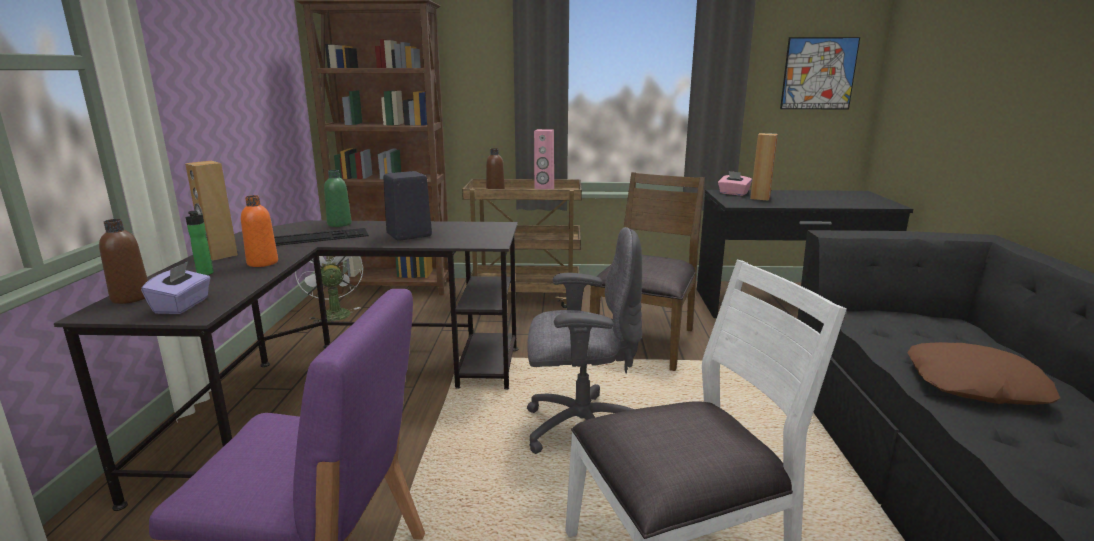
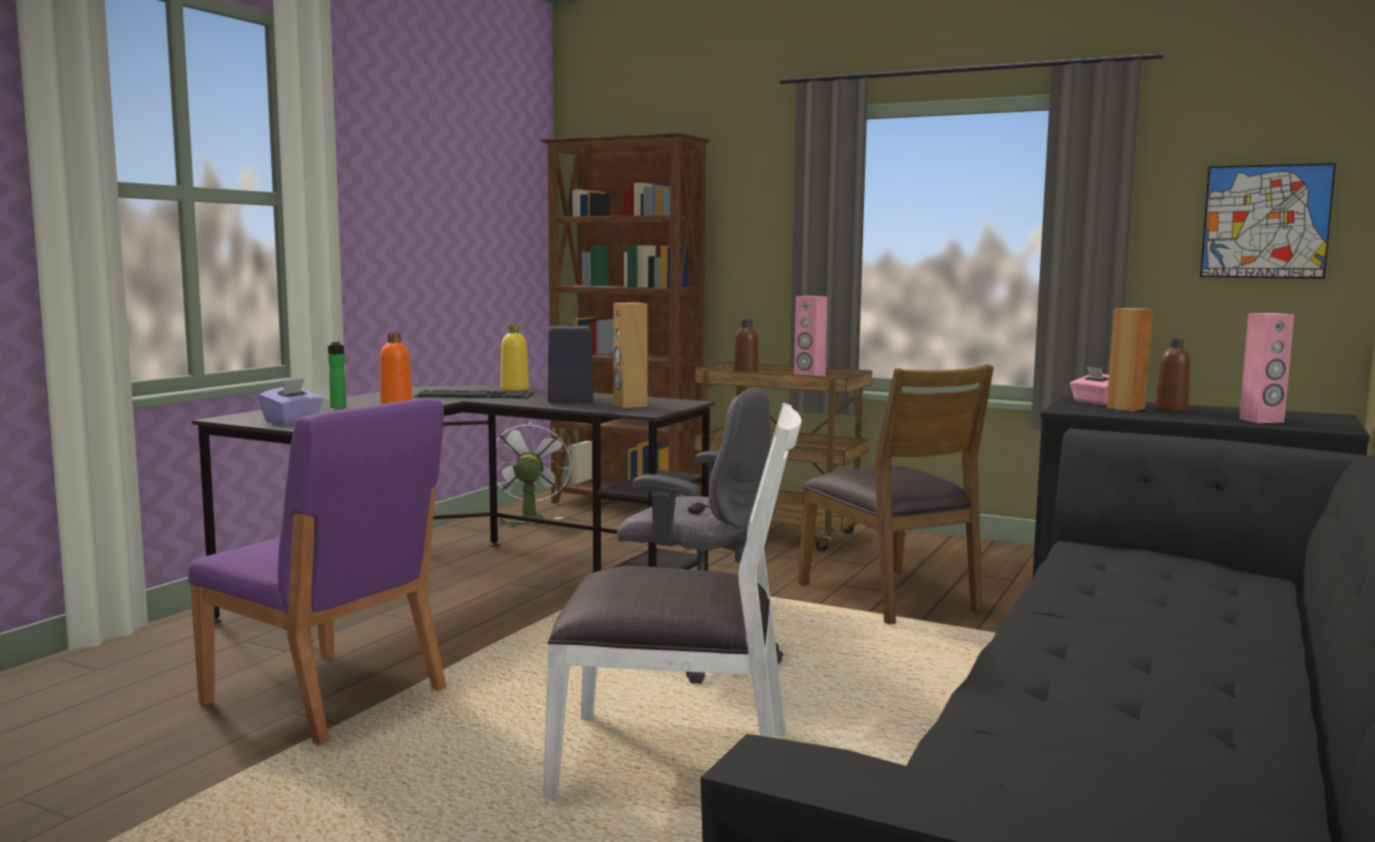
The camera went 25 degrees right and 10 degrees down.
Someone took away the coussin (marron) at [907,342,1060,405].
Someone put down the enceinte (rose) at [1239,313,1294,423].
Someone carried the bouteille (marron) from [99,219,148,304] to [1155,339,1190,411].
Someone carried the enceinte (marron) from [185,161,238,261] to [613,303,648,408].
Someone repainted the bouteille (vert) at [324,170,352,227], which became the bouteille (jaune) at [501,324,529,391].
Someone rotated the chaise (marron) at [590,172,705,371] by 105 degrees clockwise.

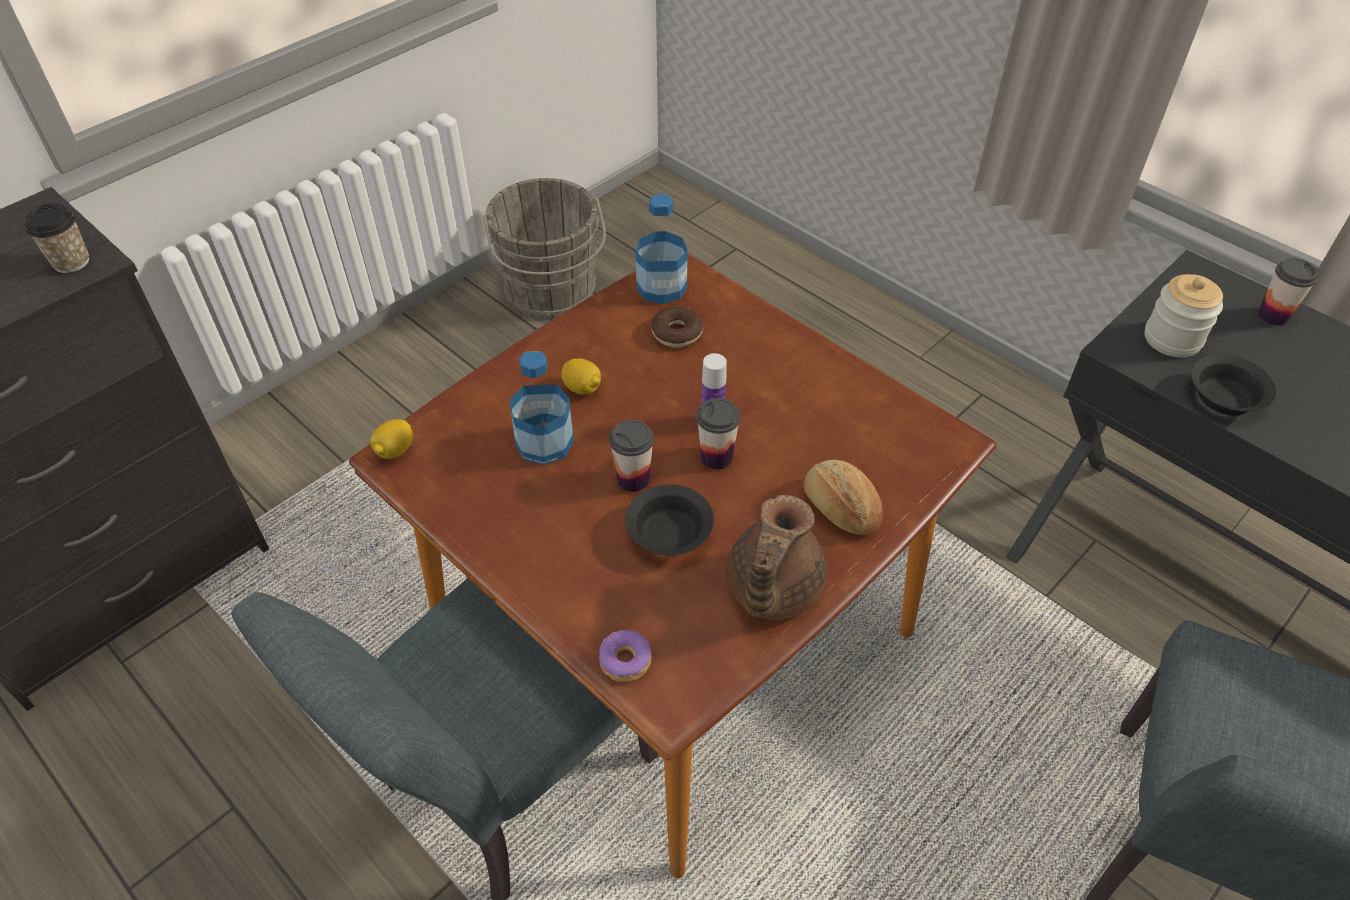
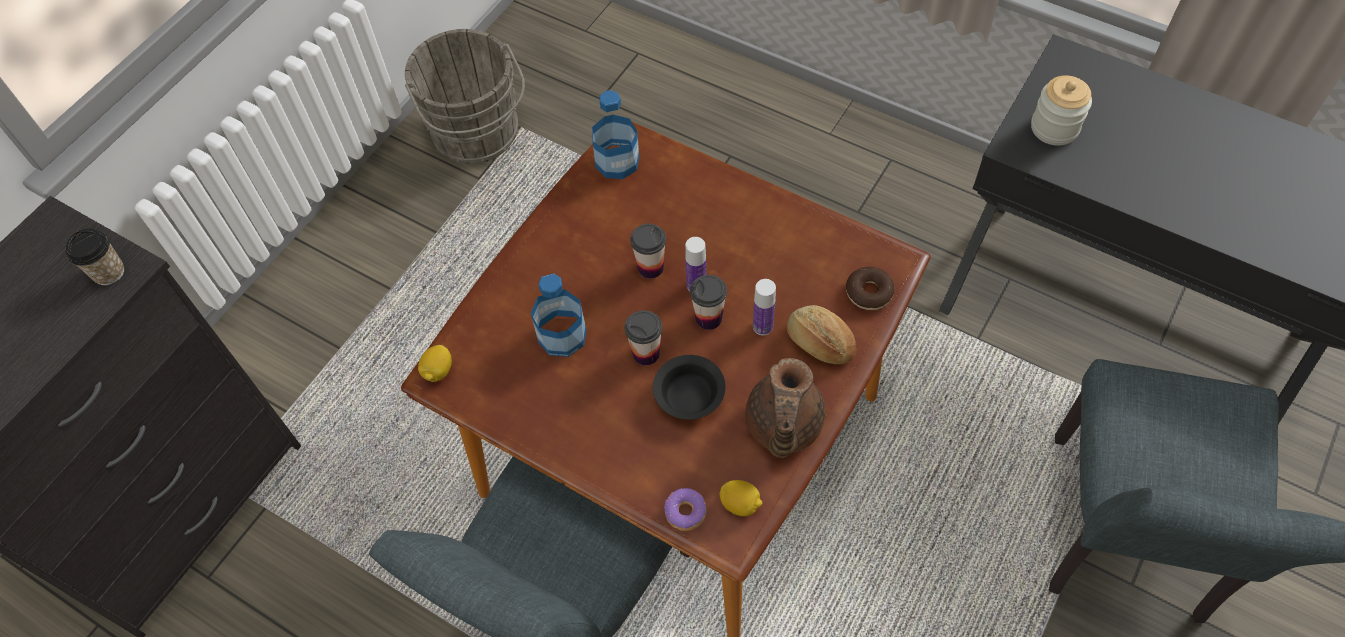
The camera went 10 degrees left and 10 degrees up.
Someone took away the bol (noir) at [1191,354,1276,415].
Someone put down the bouteille at [753,279,776,335].
Someone carried the citron from [561,358,601,395] to [719,480,763,516].
Someone carried the beignet from [651,306,703,348] to [846,267,895,310].
Someone carried the tasse from [1258,258,1319,326] to [630,224,666,279].

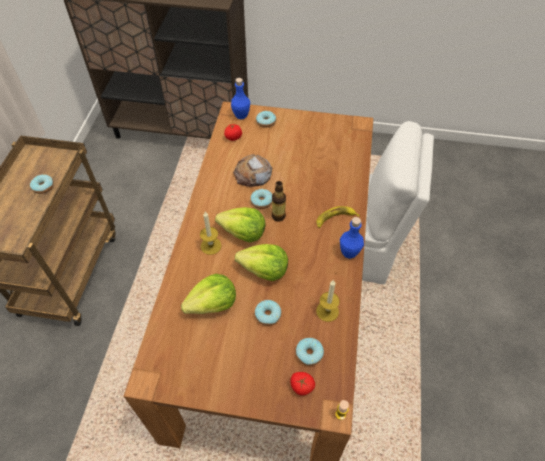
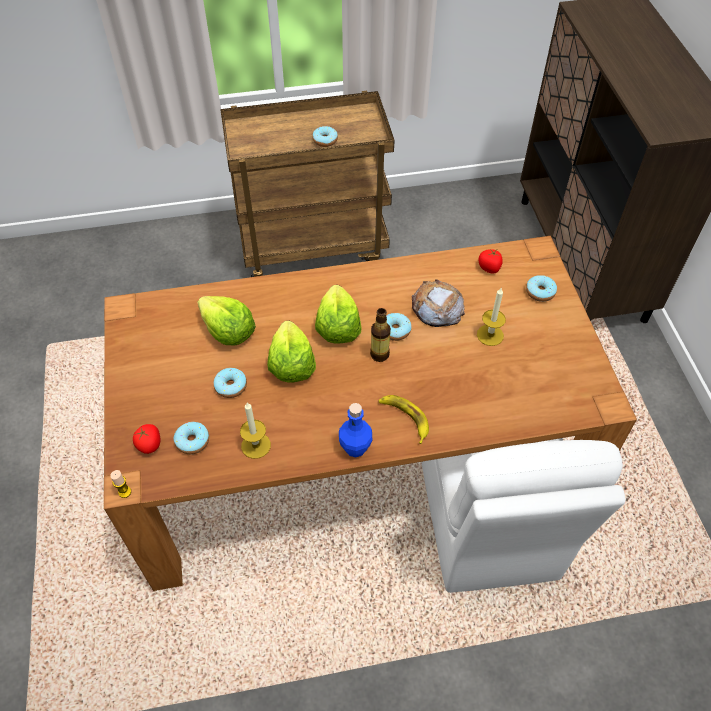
The camera went 70 degrees right and 0 degrees up.
Someone took away the bouteille (bleu) at [231,78,250,119].
Someone carried the bougie from [200,212,222,255] to [477,288,506,346].

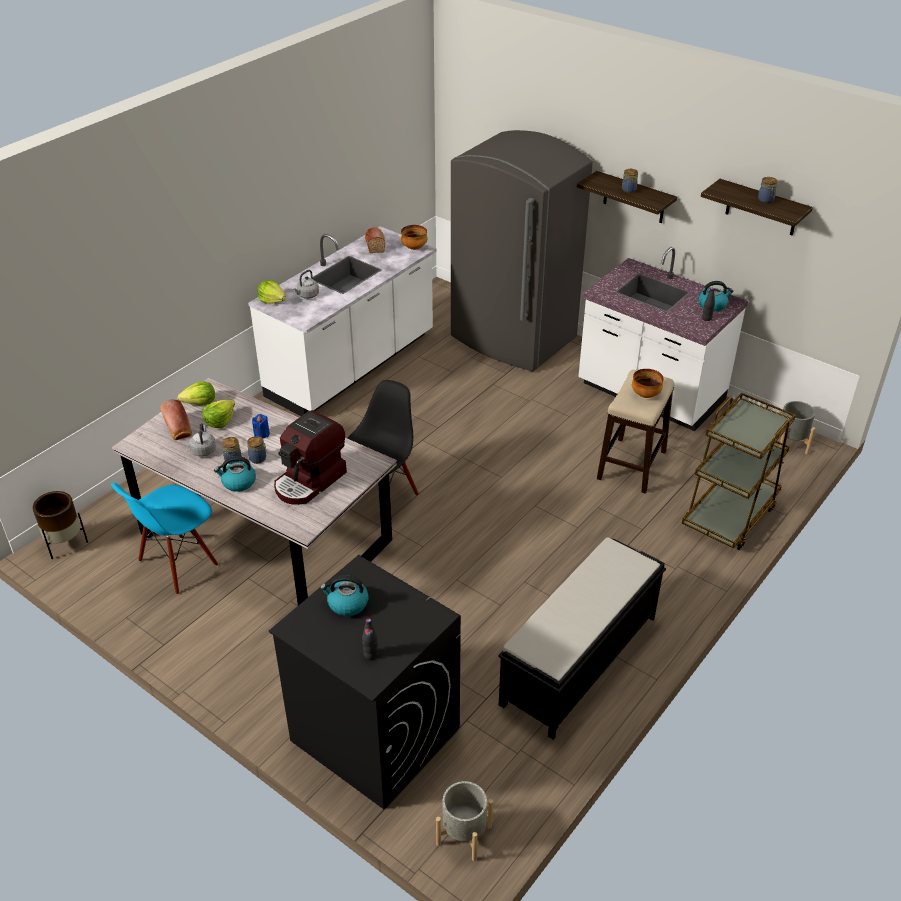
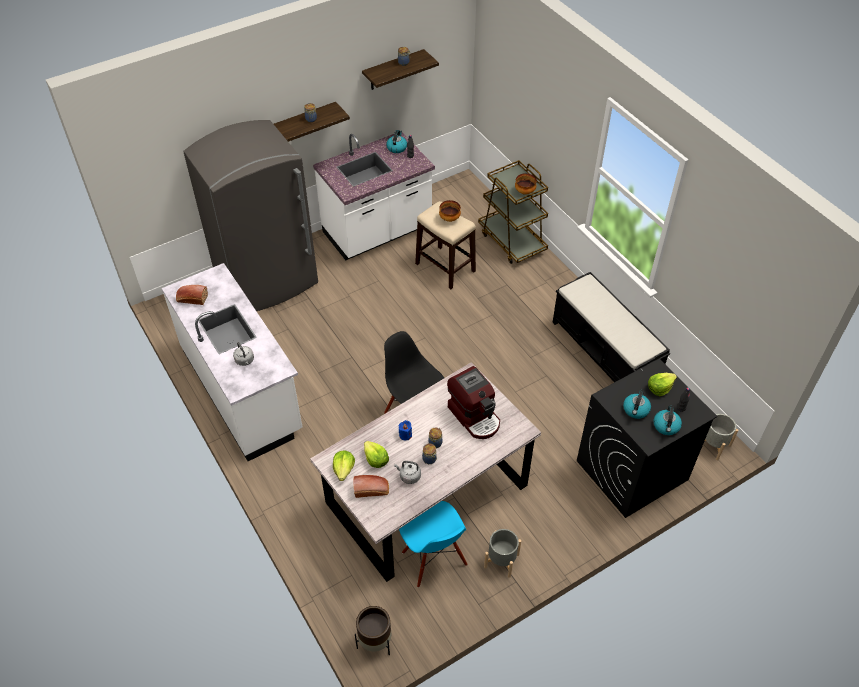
The camera went 70 degrees left and 10 degrees up.
Someone carried the bouilloire from [214,456,256,492] to [653,406,682,435].
Someone carried the laitue from [257,280,286,304] to [648,373,677,396].
Someone carried the bol from [401,225,427,250] to [515,173,537,195].
Someone carried the cache-pot (gris) from [778,401,815,454] to [484,529,521,578].

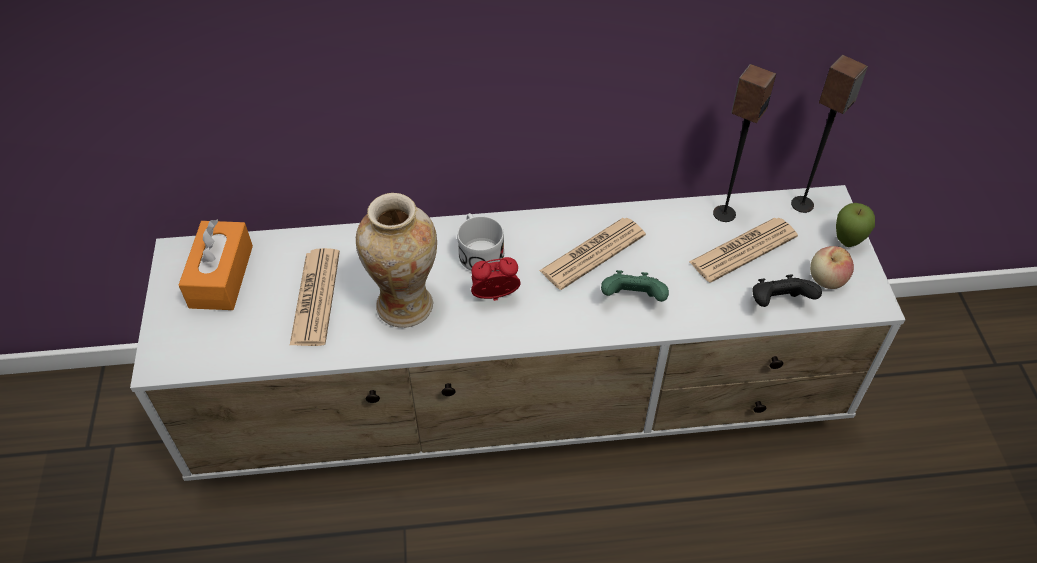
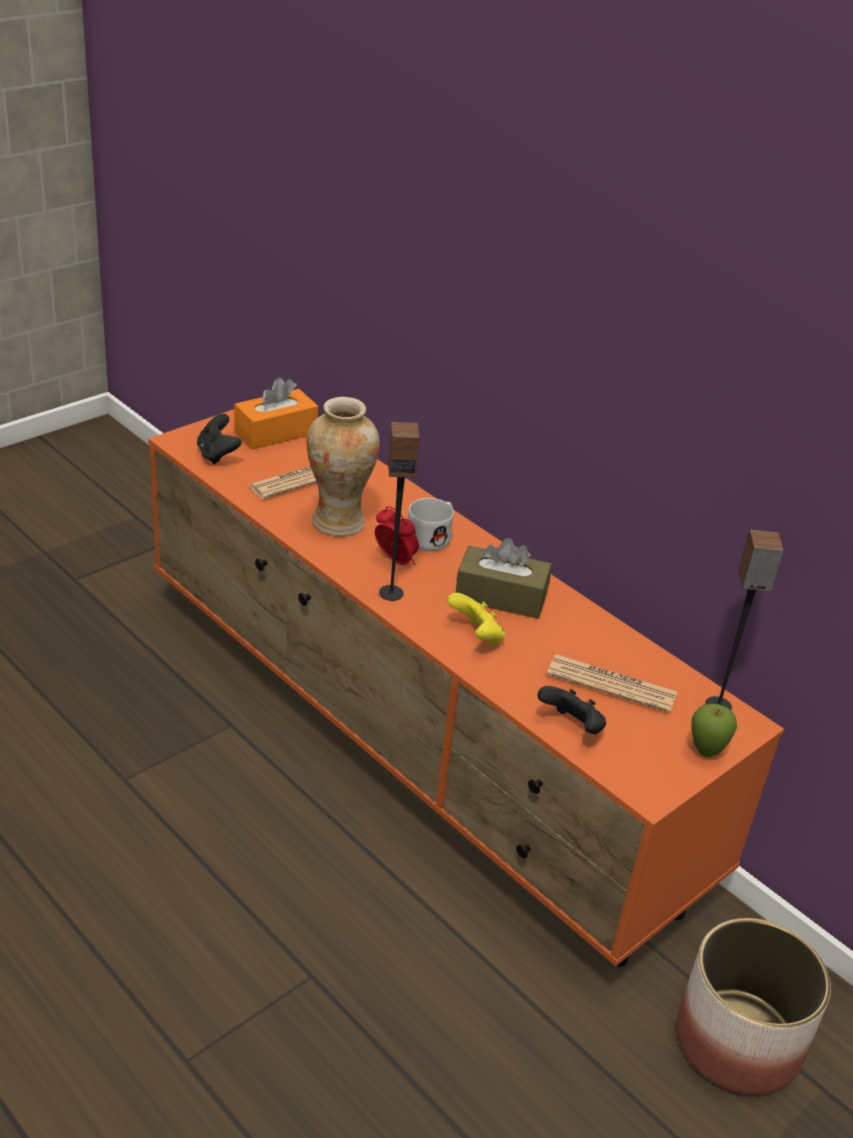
The camera went 50 degrees right and 15 degrees down.
Someone took away the pomme at [810,246,854,289].
Someone put down the manette (noir) at [197,414,241,464].
Someone put down the cache-pot at [676,918,831,1095].
Someone carried the enceinte from [713,64,776,222] to [379,422,420,601].
Someone swapped the journal at [539,218,646,290] for the boîte à mouchoirs (marron) at [456,538,552,619].
Someone repainted the meuble télé (blanc) at [130,185,905,481], which became the meuble télé (orange) at [148,409,784,967].
Someone repainted the manette (vert) at [601,270,669,302], which became the manette (jaune) at [447,593,505,646].

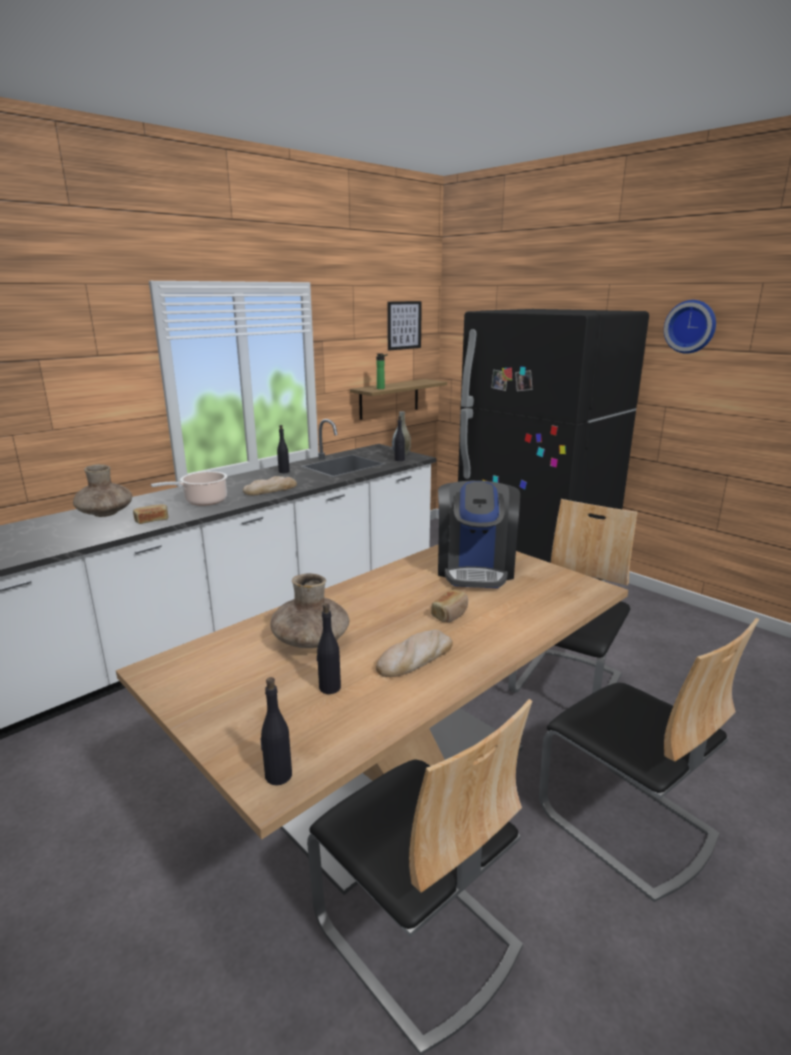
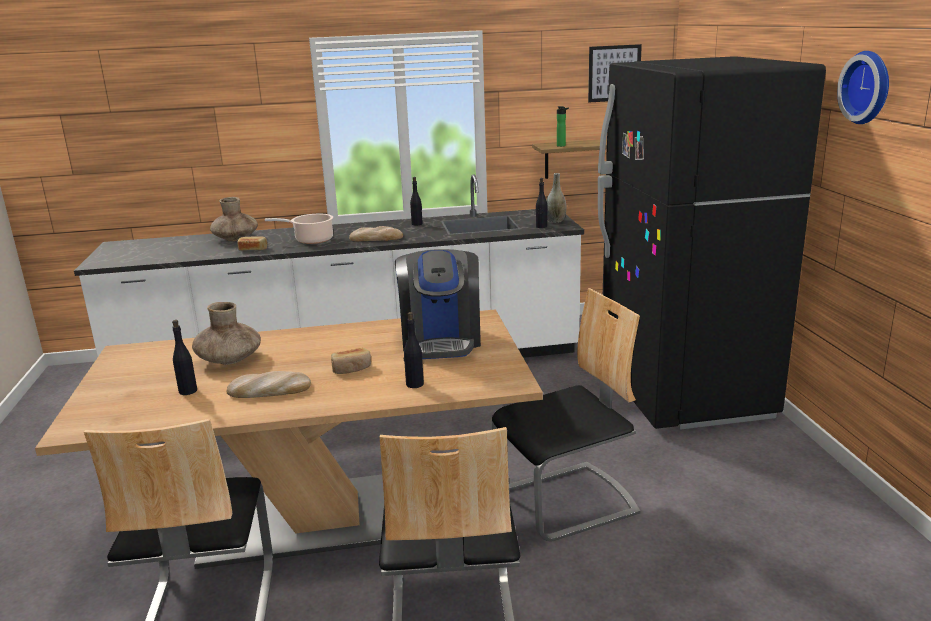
The camera went 35 degrees right and 0 degrees up.
Someone carried the bouteille (noir) from [261,677,292,785] to [404,312,424,388].
Someone rotated the machine à café at [438,481,520,588] by 45 degrees counterclockwise.

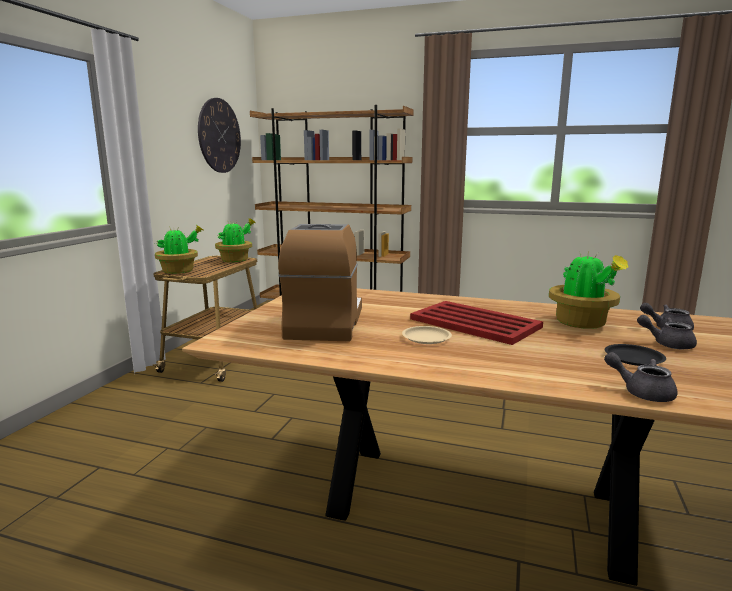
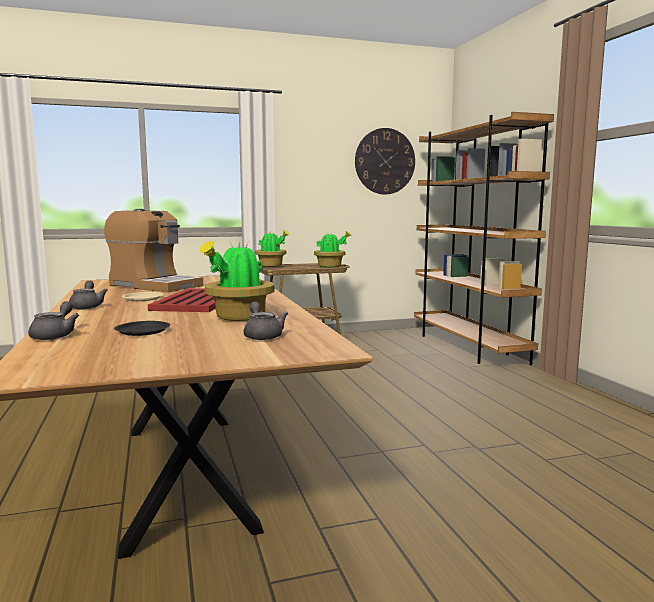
The camera went 55 degrees right and 5 degrees down.
Someone carried the théière (gris) from [637,315,697,350] to [69,281,108,309].
Someone rotated the machine à café at [278,224,362,341] by 60 degrees clockwise.

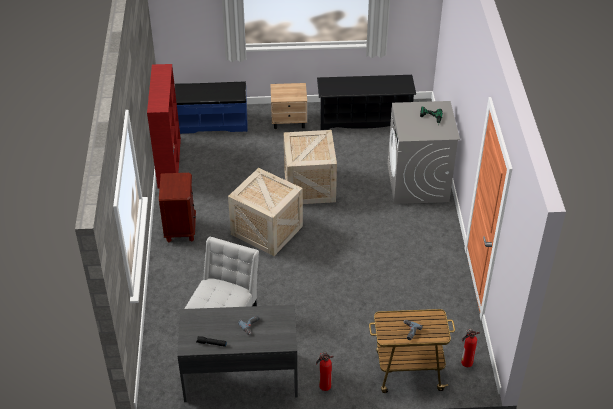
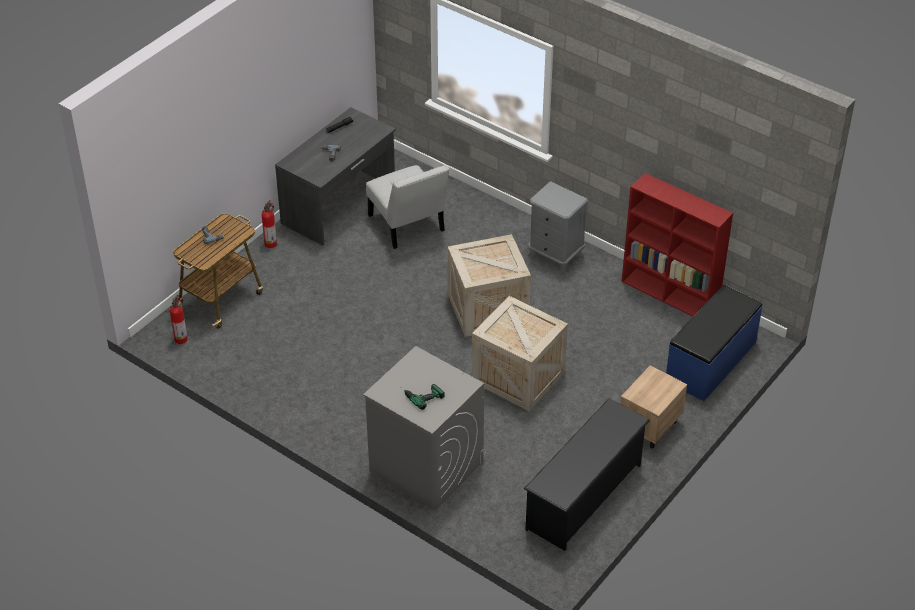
The camera went 130 degrees right and 0 degrees up.
Someone repainted the table de chevet (marron) at [159,173,196,242], which became the table de chevet (gris) at [528,181,588,271].

